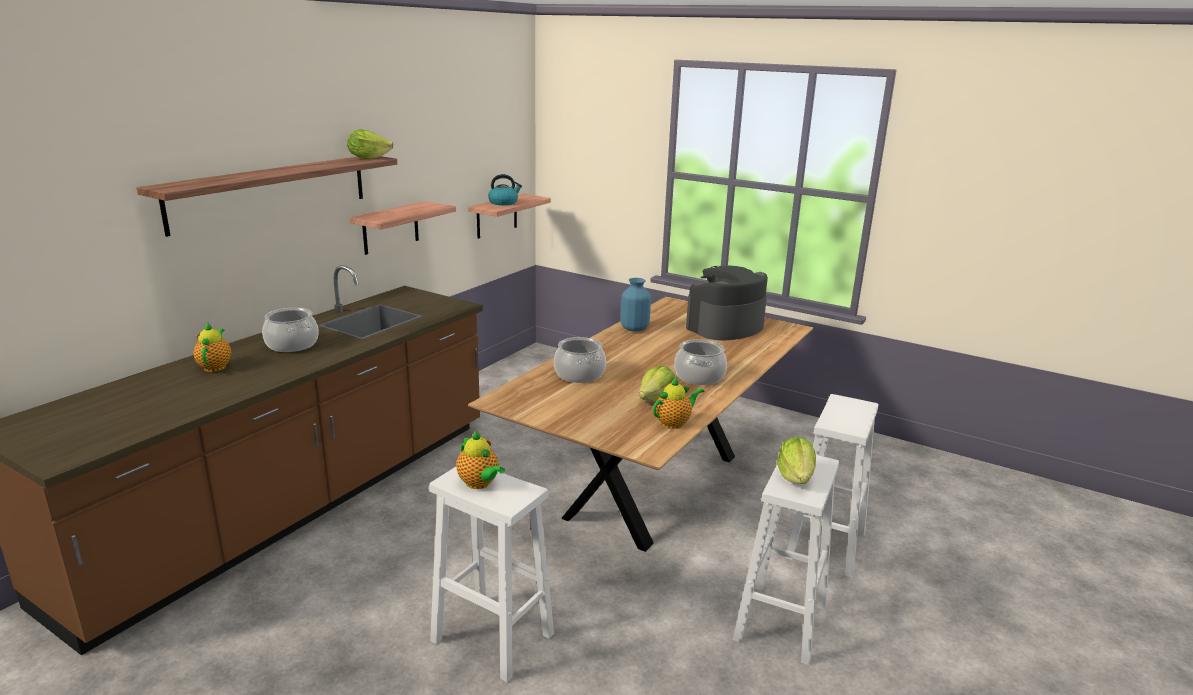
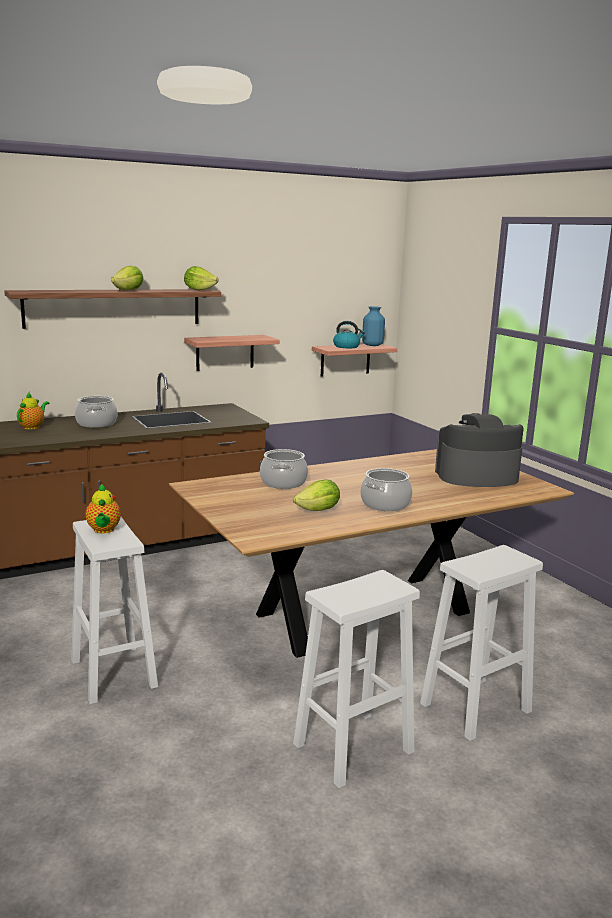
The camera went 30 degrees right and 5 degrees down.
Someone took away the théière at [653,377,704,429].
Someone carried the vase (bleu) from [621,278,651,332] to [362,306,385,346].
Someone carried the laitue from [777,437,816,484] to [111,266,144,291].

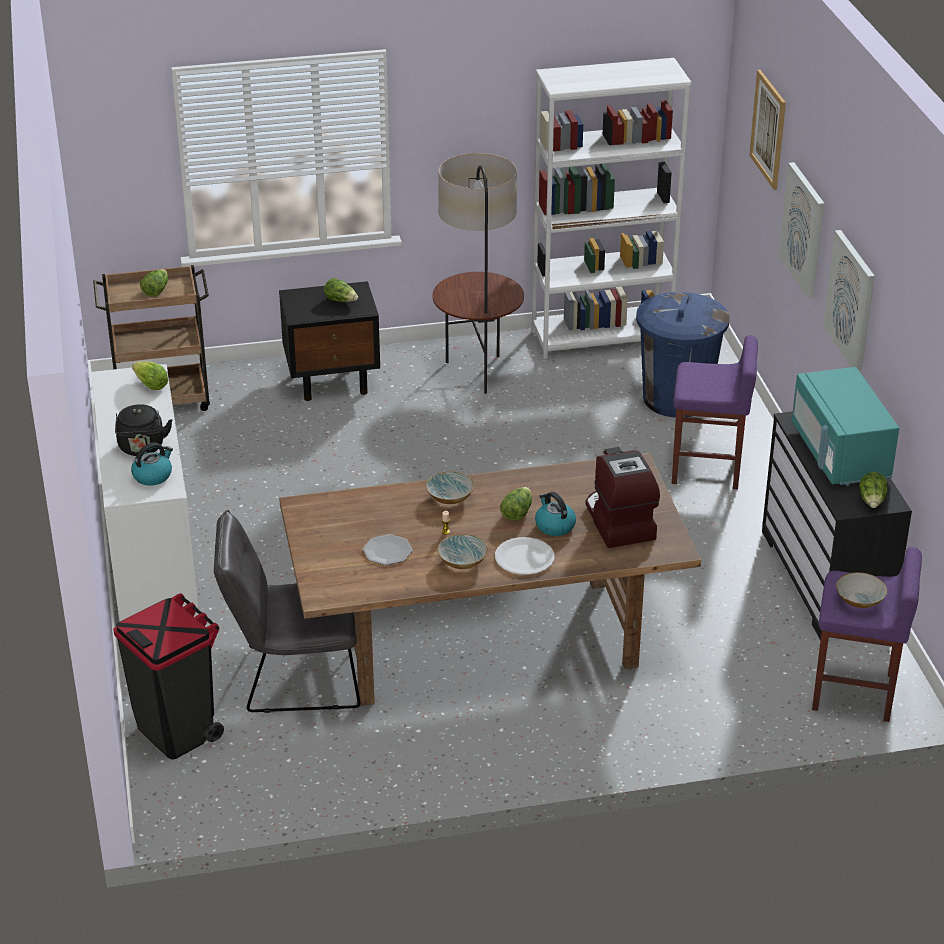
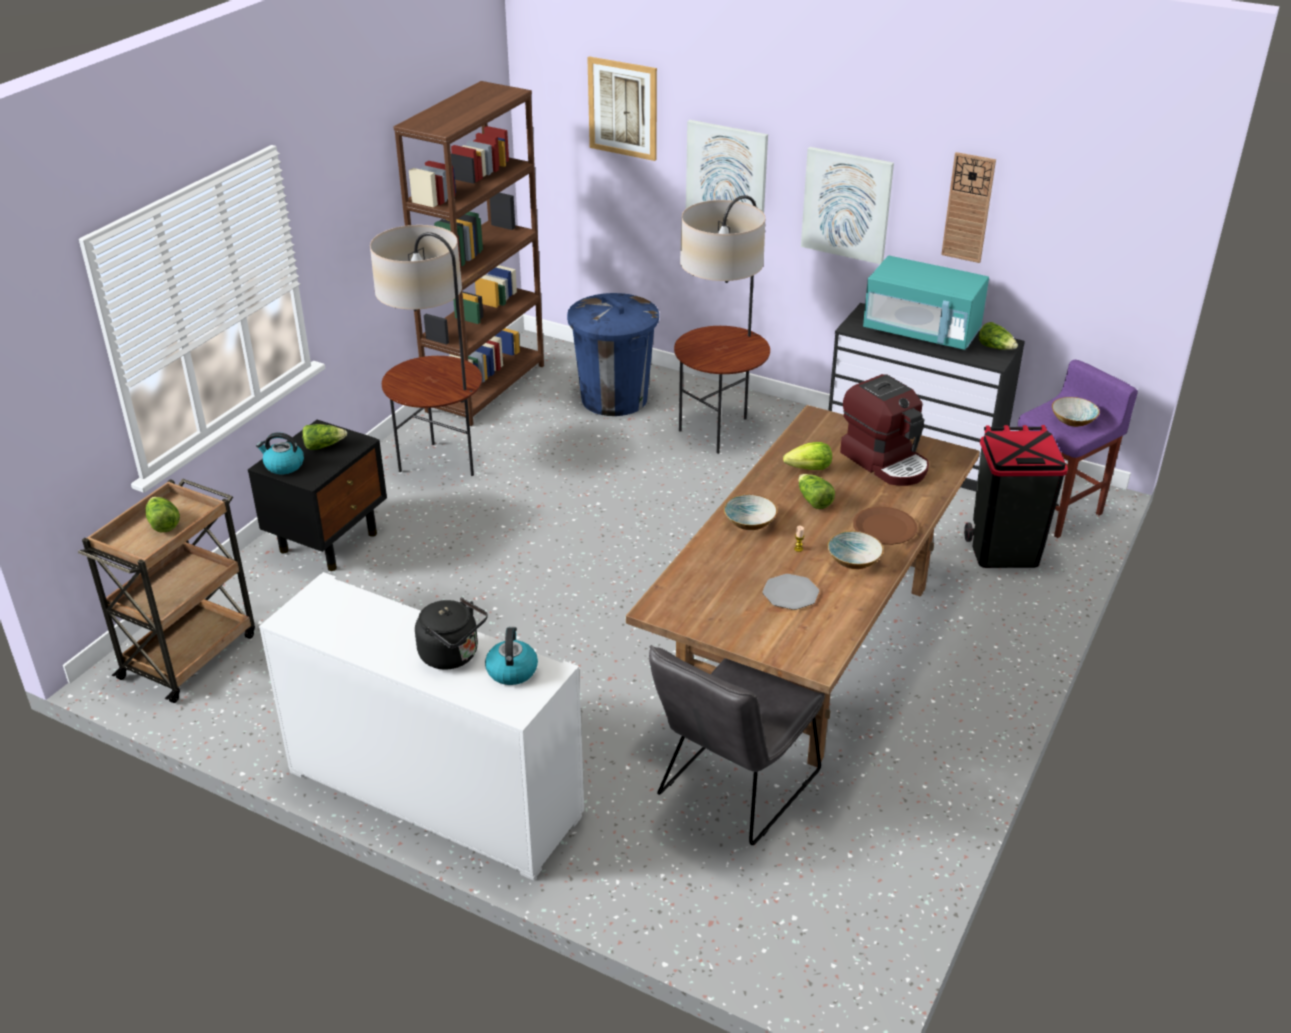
The camera went 50 degrees left and 0 degrees up.
Someone put up the horloge murale at [941,152,996,263].
Someone carried the poubelle (noir) from [113,593,224,760] to [964,425,1068,568].
Someone carried the laitue from [132,361,168,390] to [783,442,832,470].
Someone carried the bouilloire from [535,492,576,536] to [256,432,304,474].
Someone swapped the tabouret (violet) at [672,335,758,489] for the lampadaire at [674,195,770,454].
Someone repainted the assiette (blanc) at [495,537,554,575], which became the assiette (marron) at [853,507,917,545].
Someone repainted the bibliothèque (blanc) at [532,58,691,359], which became the bibliothèque (marron) at [393,81,544,426].
Someone rotated the machine à café at [586,447,660,548] by 150 degrees counterclockwise.

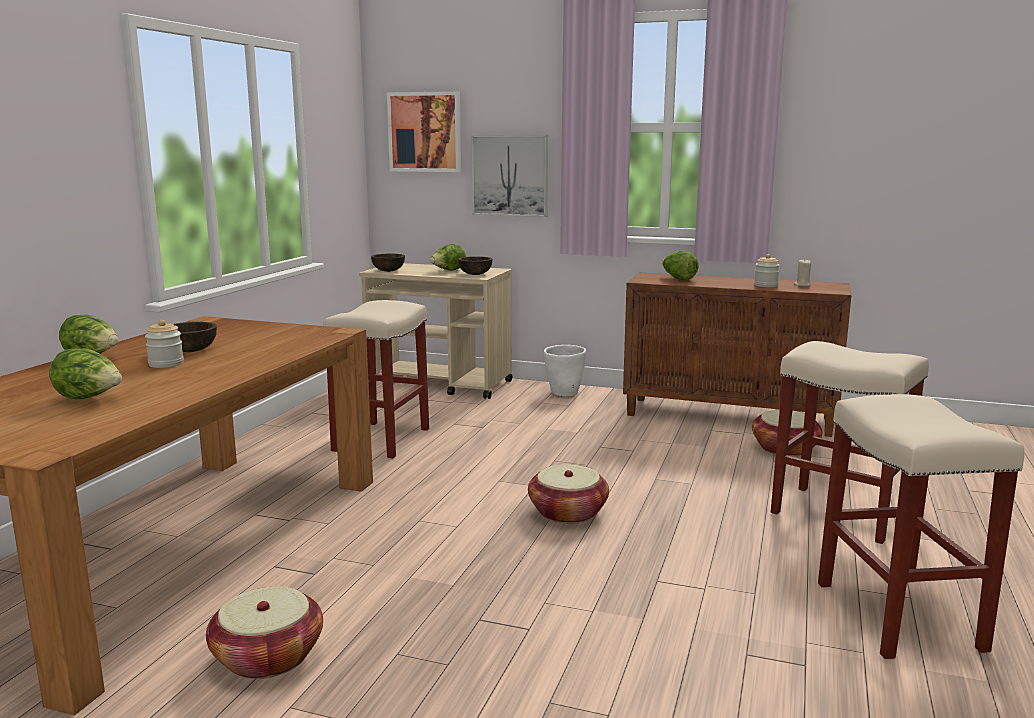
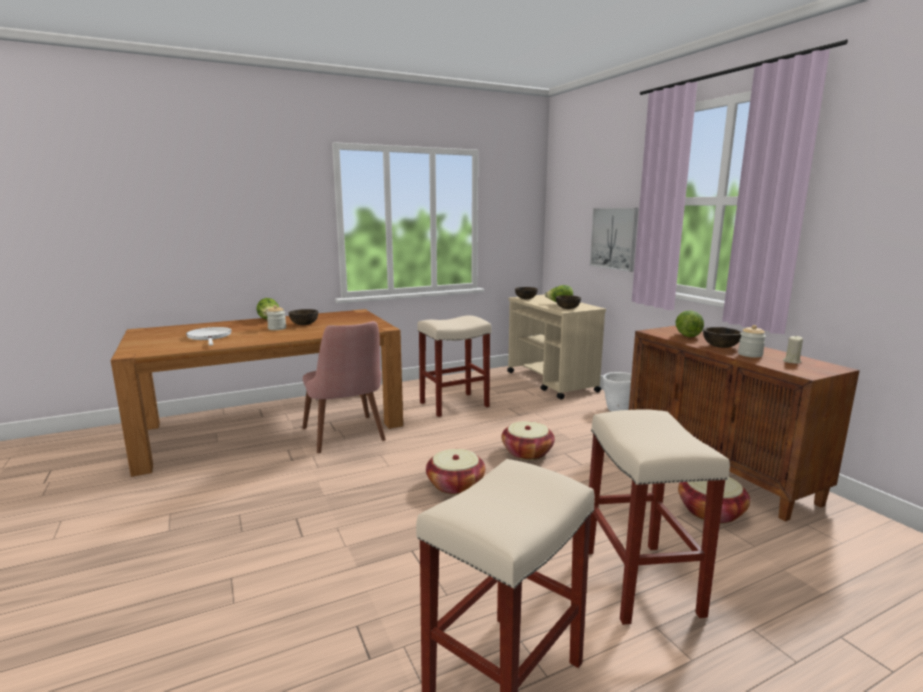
The camera went 45 degrees right and 0 degrees up.
Someone took away the tableau at [387,91,461,172].
Someone put down the chaise (rose) at [303,321,386,453].
Someone put down the bol (marron) at [703,327,742,348].
Someone carried the panier from [206,586,323,679] to [502,421,555,460].
Someone swapped the laitue at [49,348,122,400] for the poêle (blanc) at [186,327,232,346].

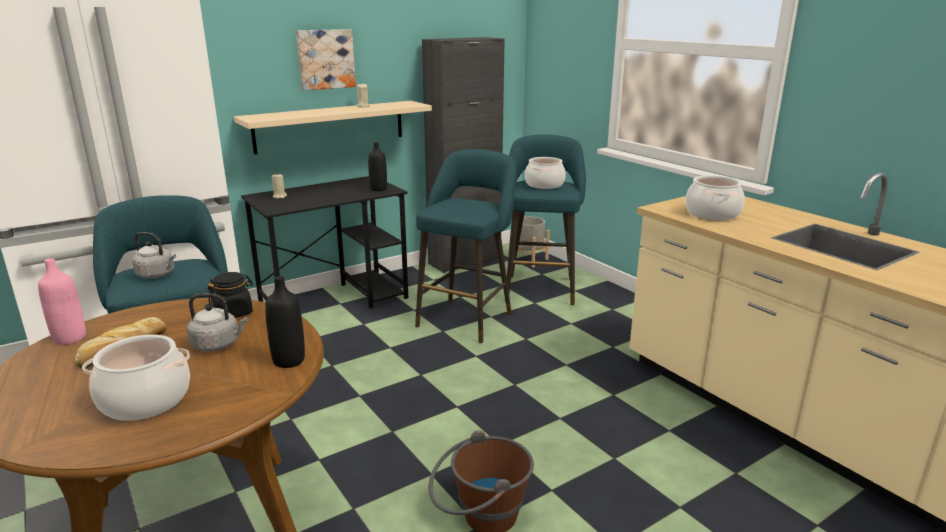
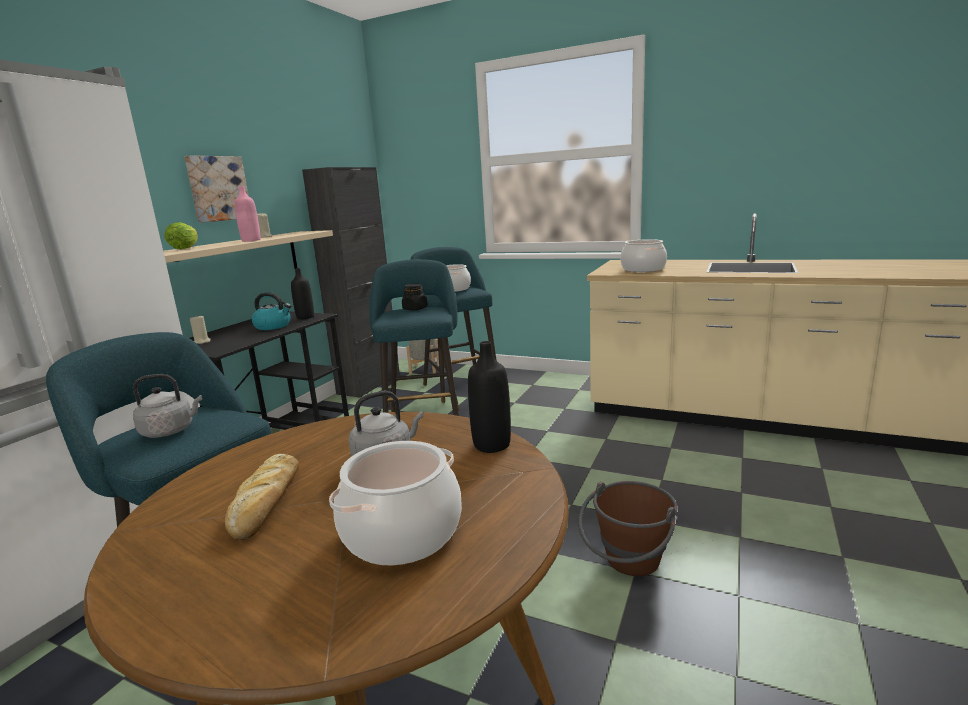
The camera went 30 degrees left and 5 degrees down.
Someone put down the laitue at [164,222,198,249].
Someone put down the bouilloire at [252,292,291,330].
Someone carried the bouteille (rose) from [38,258,86,345] to [234,186,261,242].
Someone carried the bocal (noir) from [208,272,254,318] to [402,283,428,311].

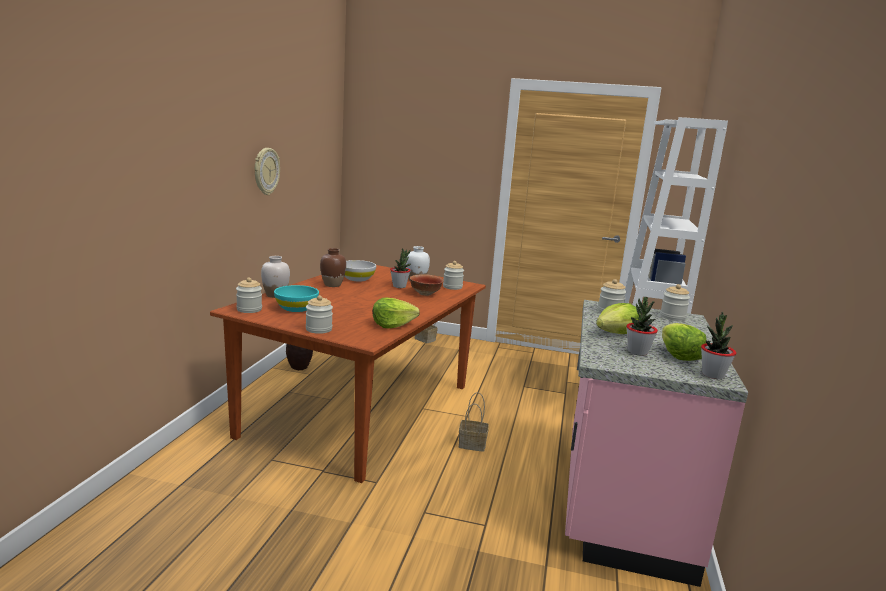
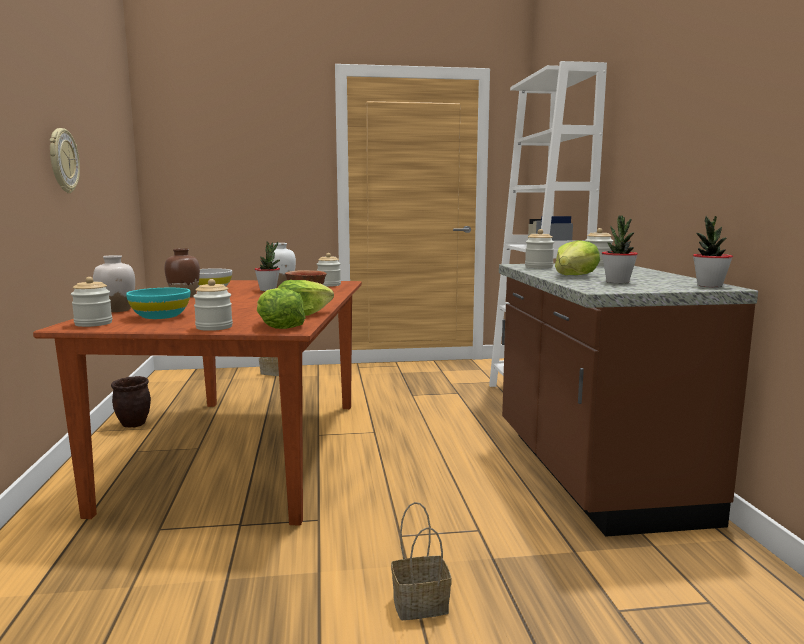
The camera went 20 degrees left and 5 degrees down.
Someone carried the panier from [459,392,489,452] to [391,502,452,620].
Someone carried the laitue from [662,323,707,361] to [257,288,306,329].
Someone repainted the comptoir de cuisine (rose) at [565,300,748,587], which became the comptoir de cuisine (marron) at [499,263,758,537].

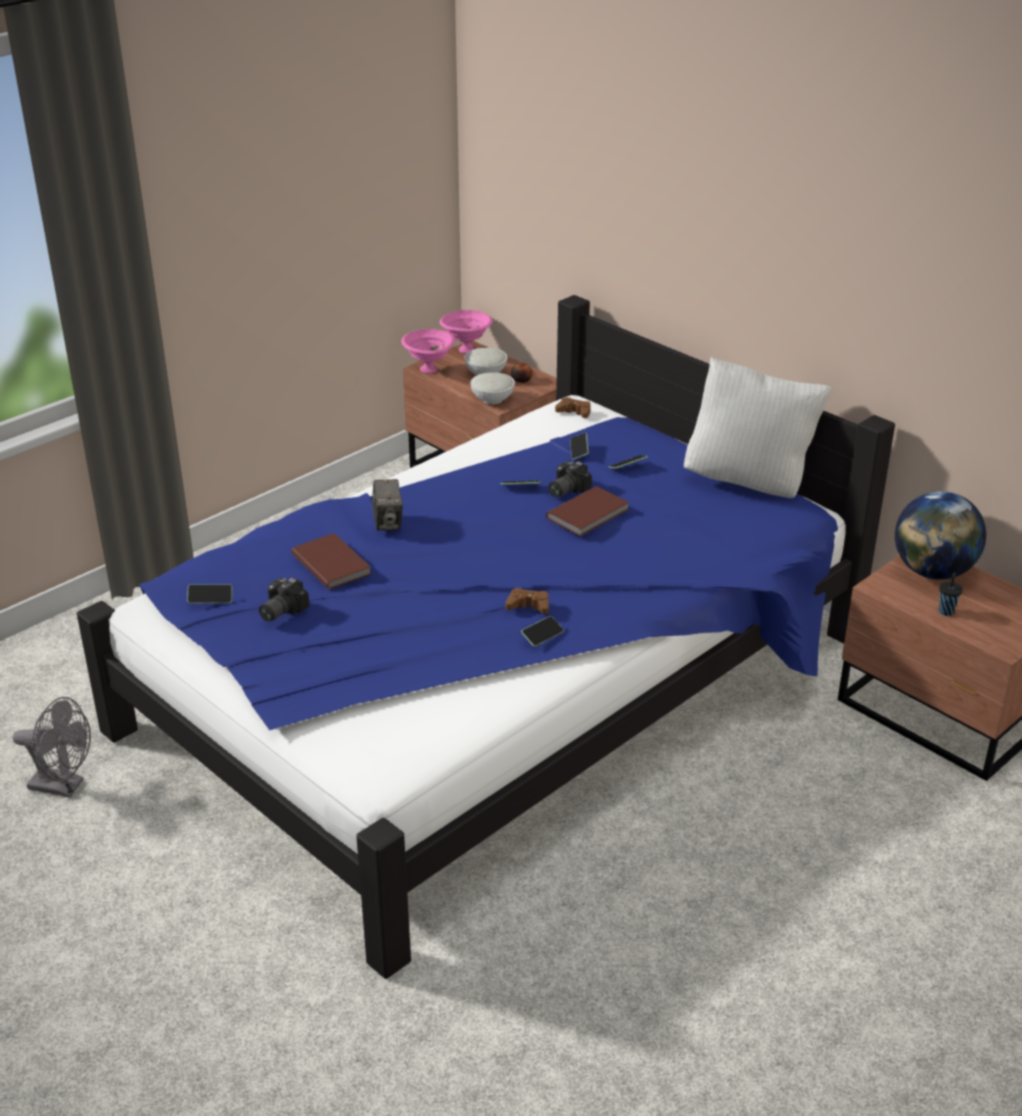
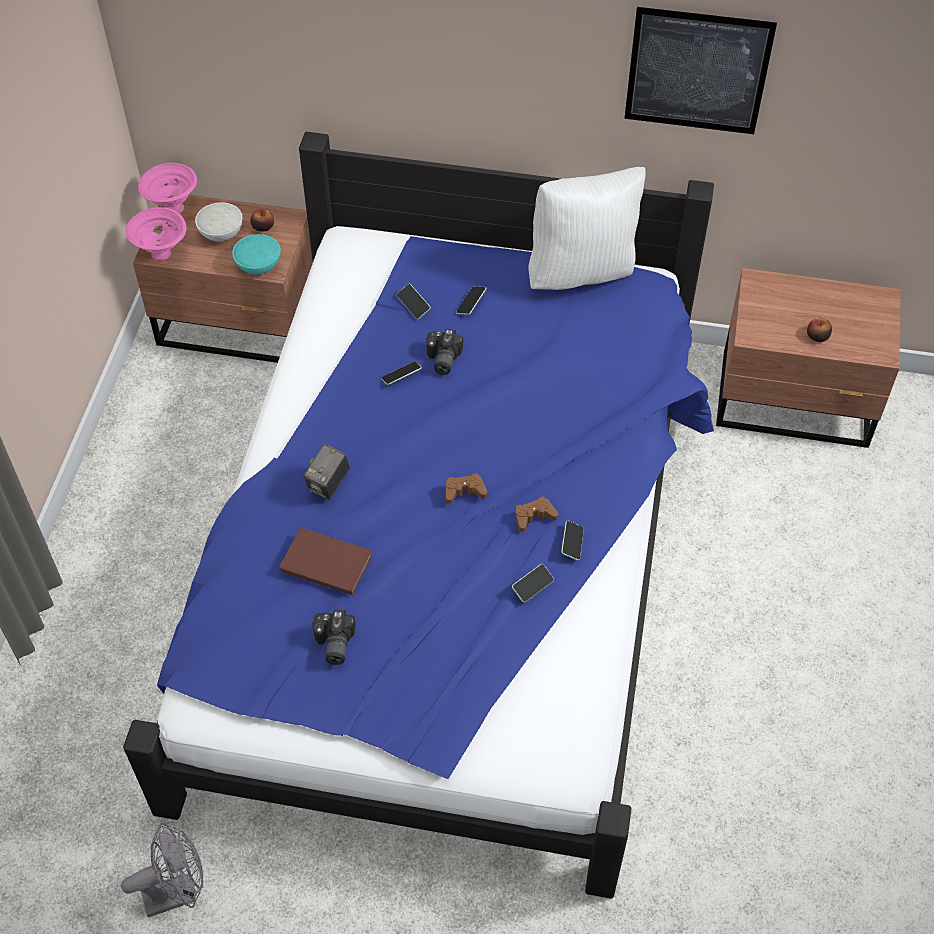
The camera went 35 degrees left and 20 degrees up.
Someone took away the livre (marron) at [546,486,630,537].
Someone took away the globe at [895,491,986,580].
Someone put up the tableau at [624,7,777,134].
Someone carried the téléphone from [187,585,232,603] to [512,564,554,603].
Someone carried the manette (marron) from [555,397,591,418] to [446,473,487,504].
Someone swapped the tasse (noir) at [939,572,963,616] for the pomme at [807,318,832,342].
Someone repainted the bol (blanc) at [470,372,515,404], which became the bol (turquoise) at [232,234,280,274].
Someone rotated the appareil photo at [372,479,403,531] by 75 degrees clockwise.

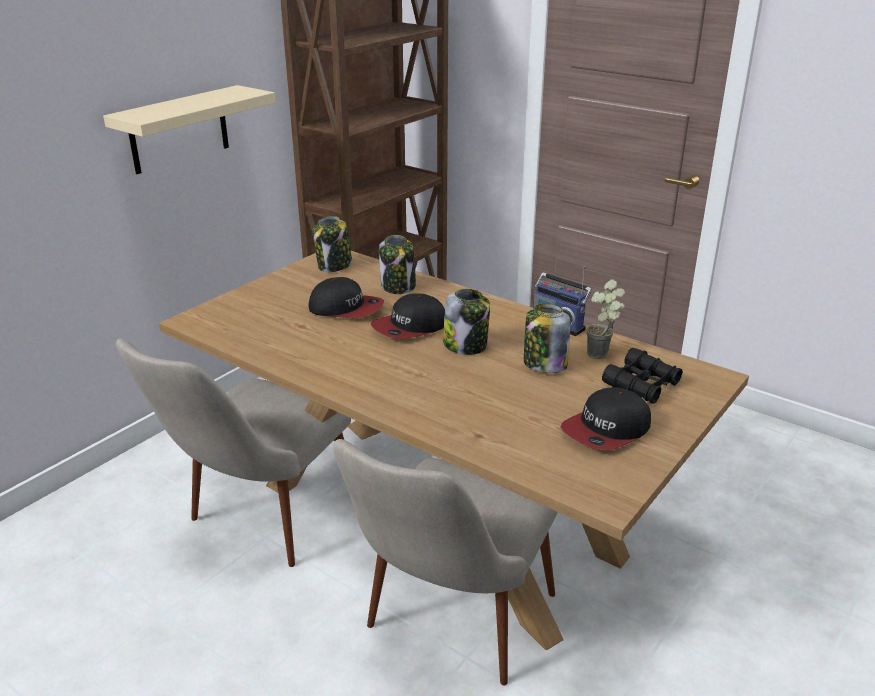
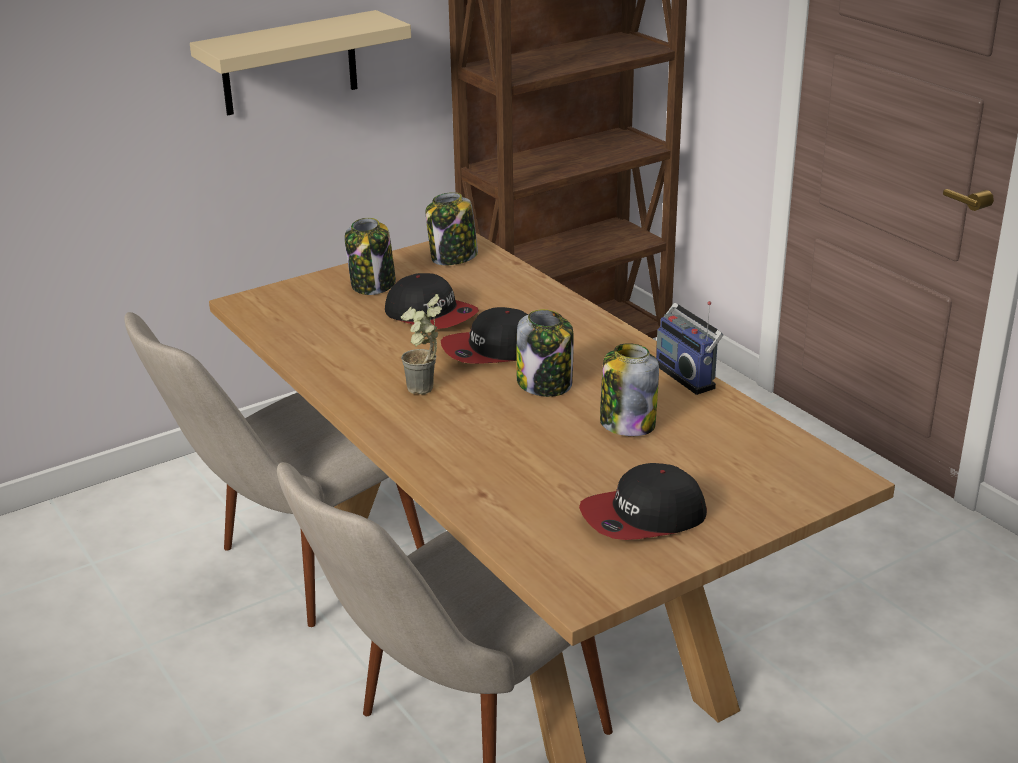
The camera went 20 degrees right and 0 degrees up.
Someone took away the jumelles (noir) at [602,348,682,404].
Someone carried the bocal from [379,235,416,294] to [345,218,396,295].
Someone carried the plante en pot from [586,279,625,359] to [401,294,442,395].

